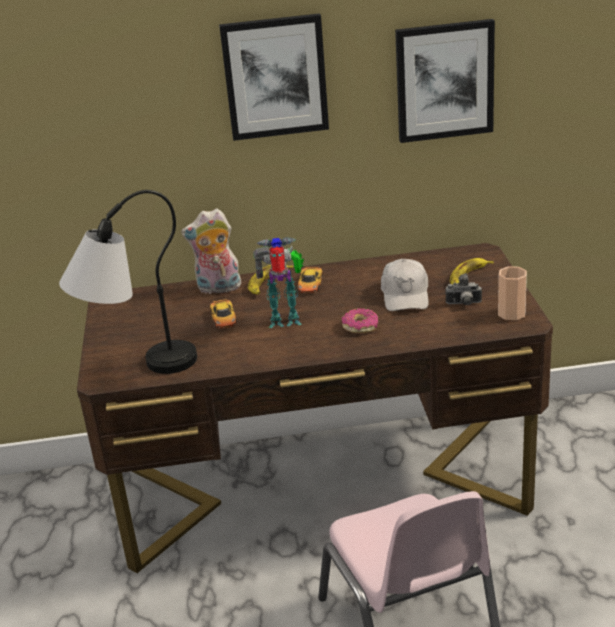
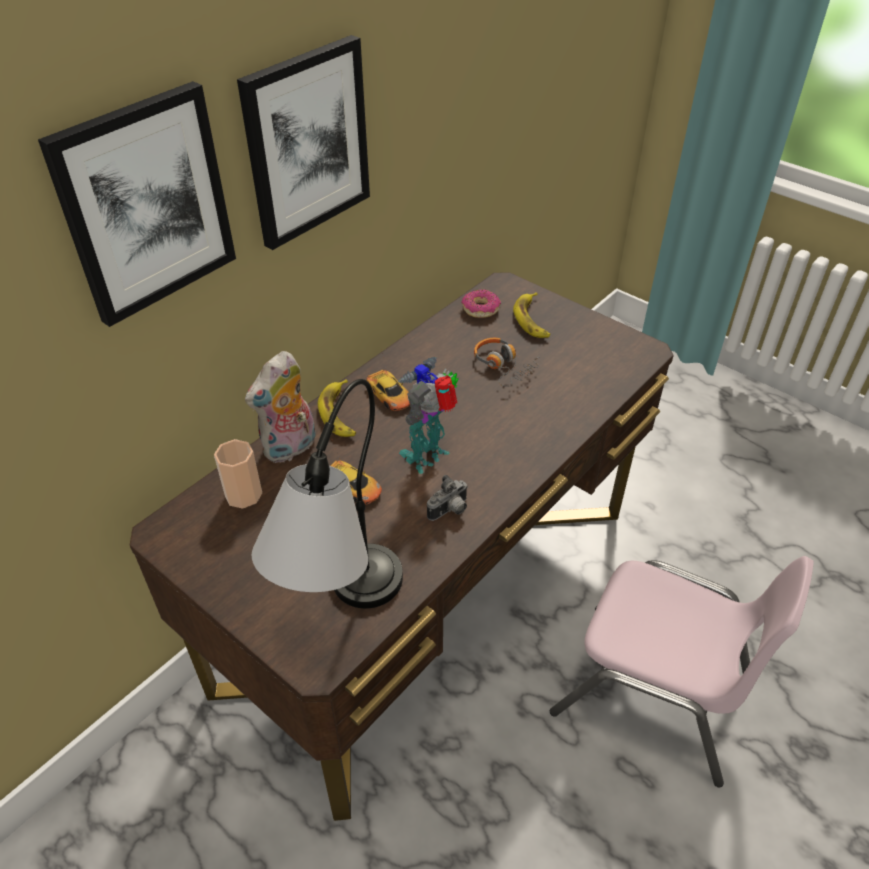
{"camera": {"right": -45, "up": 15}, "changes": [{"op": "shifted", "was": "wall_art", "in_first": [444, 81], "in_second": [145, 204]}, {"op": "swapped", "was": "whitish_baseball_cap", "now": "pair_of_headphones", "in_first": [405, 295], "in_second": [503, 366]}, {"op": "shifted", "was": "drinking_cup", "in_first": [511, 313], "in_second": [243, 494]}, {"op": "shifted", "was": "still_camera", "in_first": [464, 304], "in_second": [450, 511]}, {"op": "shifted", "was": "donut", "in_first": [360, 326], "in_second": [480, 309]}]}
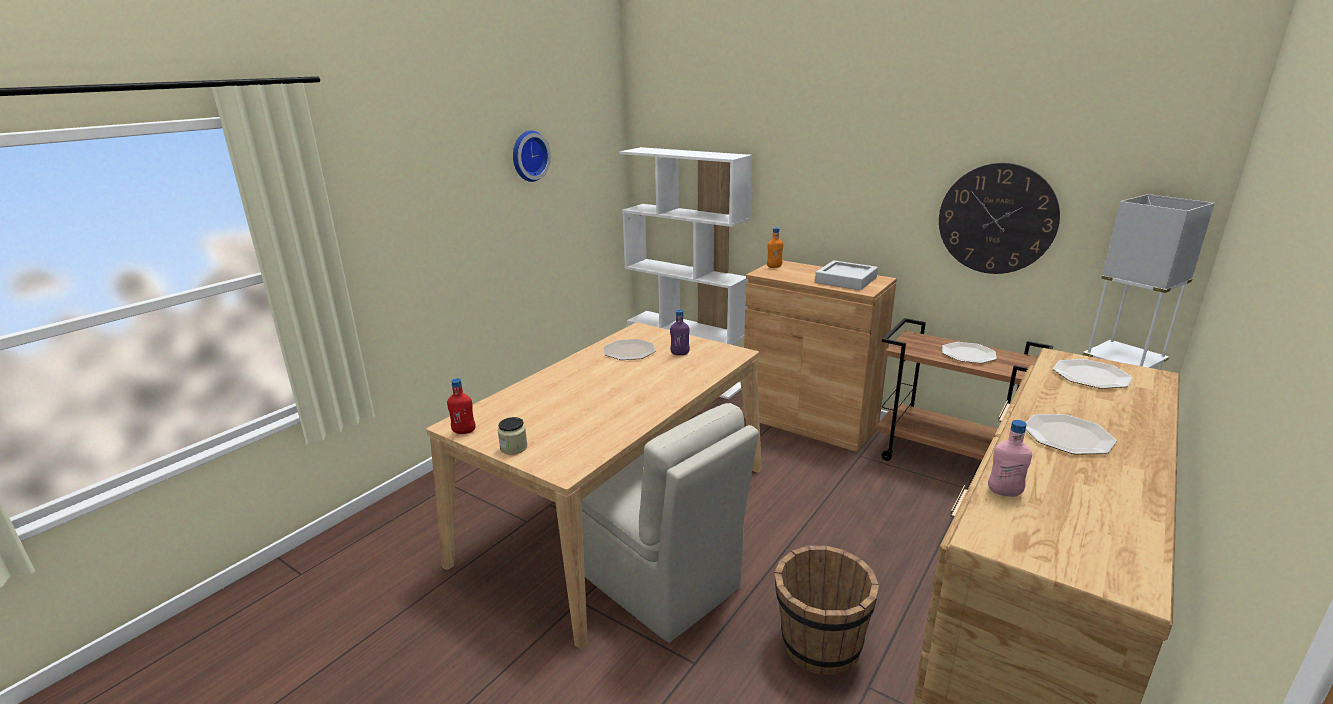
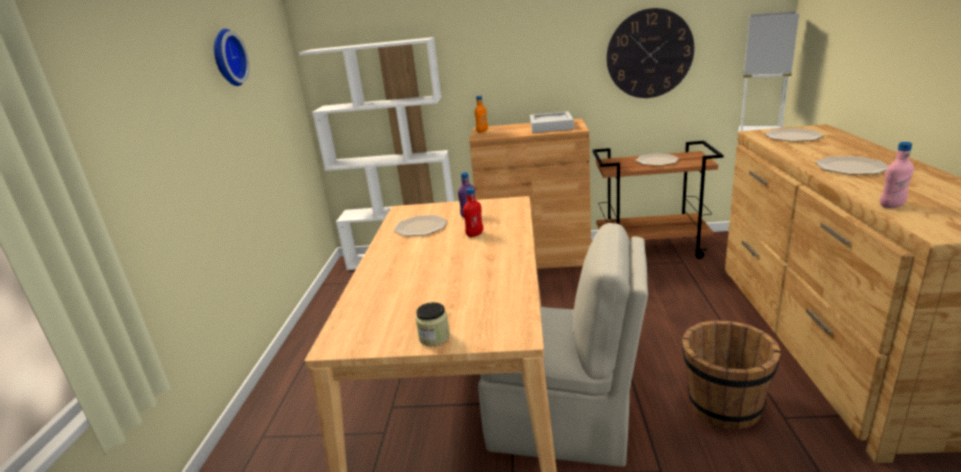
{"camera": {"right": -30, "up": 0}, "changes": [{"op": "shifted", "was": "red_drink_bottle", "in_first": [464, 431], "in_second": [474, 234]}]}
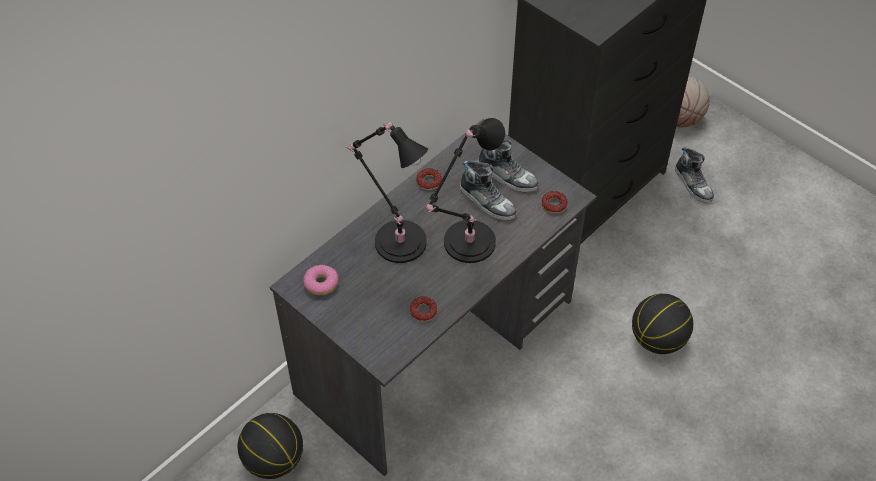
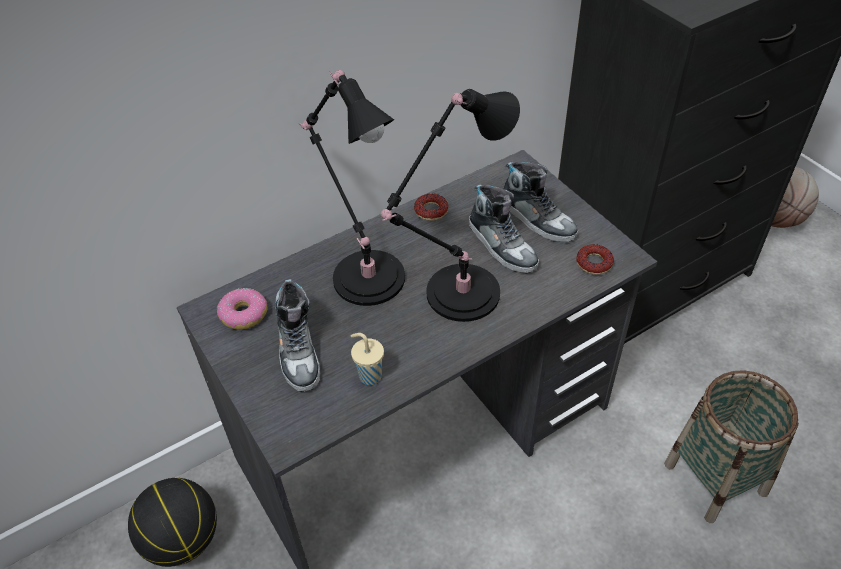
{"camera": {"right": 15, "up": -5}, "changes": [{"op": "shifted", "was": "shoe", "in_first": [693, 184], "in_second": [299, 351]}, {"op": "swapped", "was": "ball_for_basketball", "now": "storage_basket", "in_first": [657, 339], "in_second": [715, 478]}, {"op": "swapped", "was": "donut", "now": "beige-coloured_drinking_cup", "in_first": [423, 311], "in_second": [369, 376]}]}
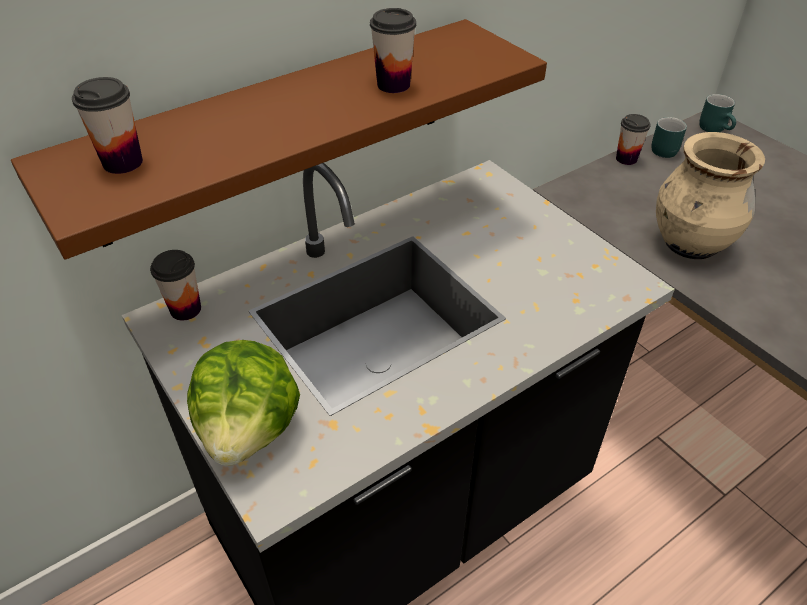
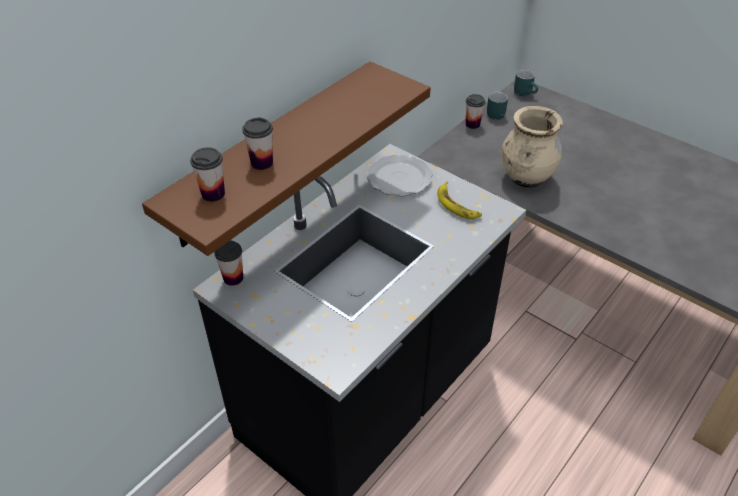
{"camera": {"right": -15, "up": 0}, "changes": [{"op": "shifted", "was": "drinking_cup", "in_first": [393, 85], "in_second": [262, 163]}, {"op": "gone", "was": "head_of_lettuce", "in_first": [251, 428]}, {"op": "new", "now": "plate", "in_second": [399, 178]}, {"op": "new", "now": "whole_banana", "in_second": [457, 205]}]}
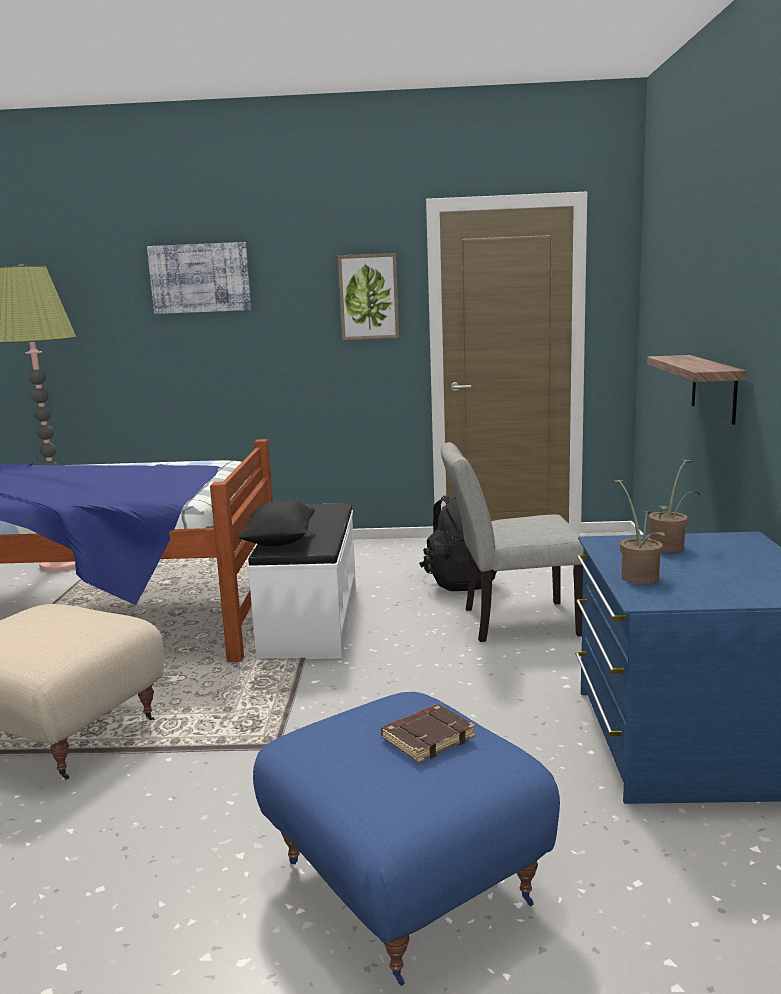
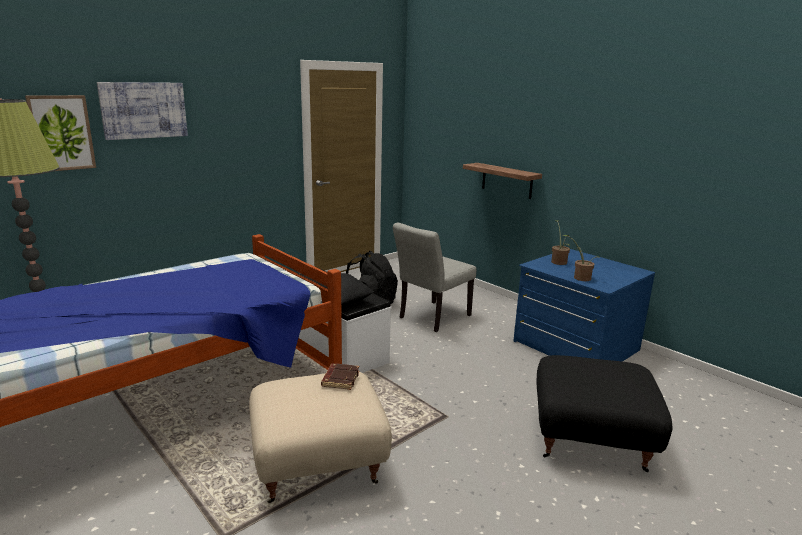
{"camera": {"right": -45, "up": 5}, "changes": [{"op": "shifted", "was": "wall_art", "in_first": [368, 297], "in_second": [61, 133]}, {"op": "repainted", "was": "bluish_footrest", "now": "black-coloured_footrest", "in_first": [404, 883], "in_second": [589, 441]}, {"op": "shifted", "was": "brown_book", "in_first": [428, 738], "in_second": [340, 379]}]}
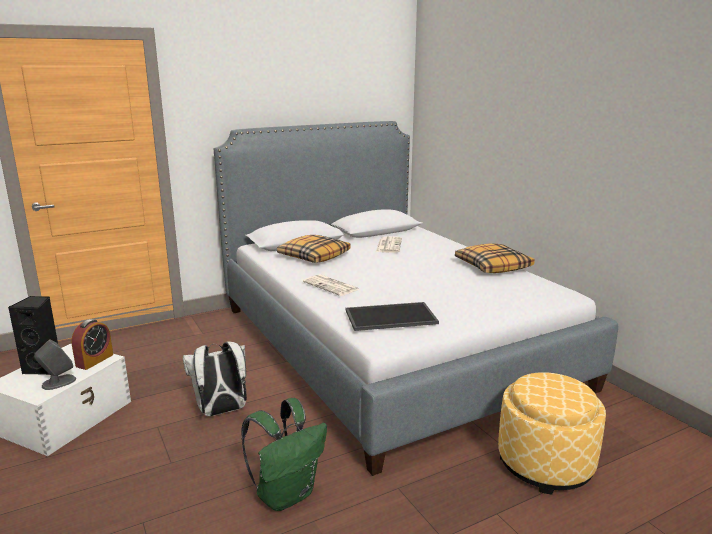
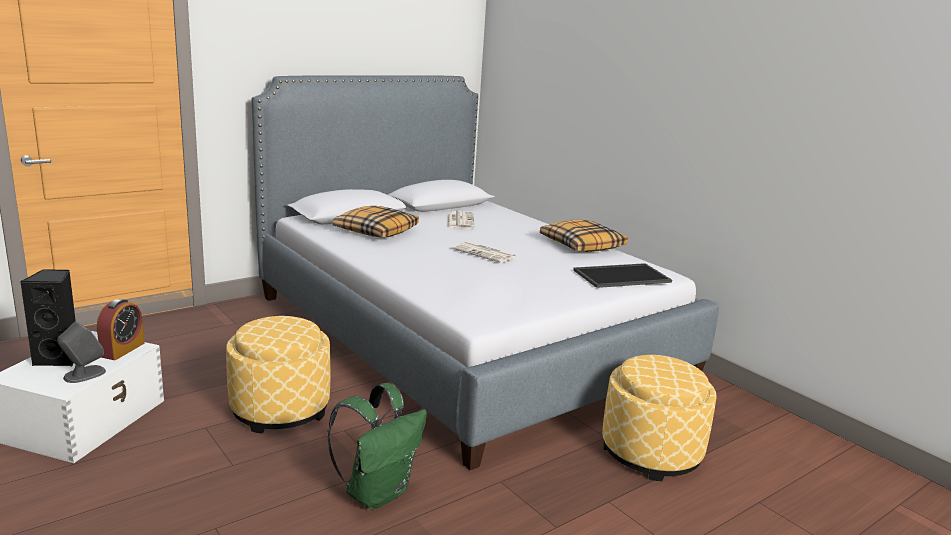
{"camera": {"right": -10, "up": 0}, "changes": [{"op": "shifted", "was": "printed_paper", "in_first": [332, 286], "in_second": [485, 253]}, {"op": "shifted", "was": "serving_tray", "in_first": [390, 317], "in_second": [621, 277]}, {"op": "swapped", "was": "whitish_backpack", "now": "footrest", "in_first": [221, 411], "in_second": [280, 409]}]}
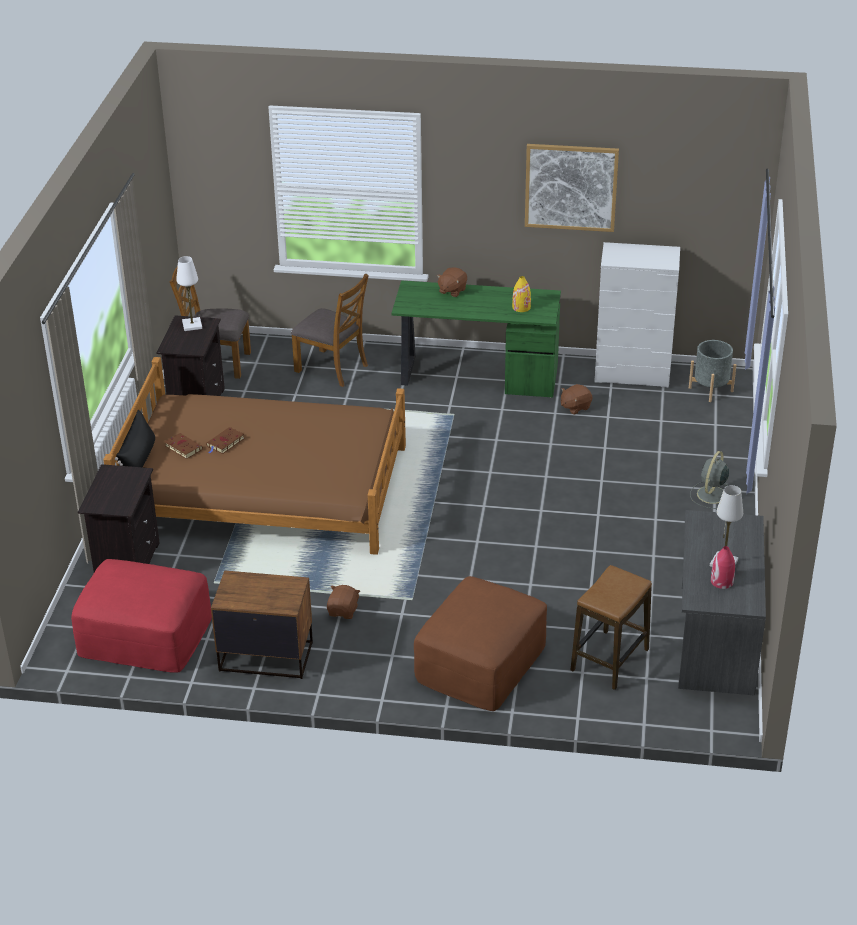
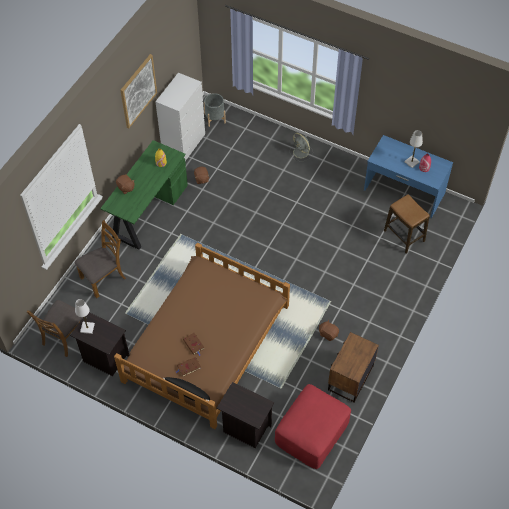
{"camera": {"right": -70, "up": 20}, "changes": [{"op": "repainted", "was": "gray_desk_table", "now": "bluish_desk_table", "in_first": [714, 638], "in_second": [404, 192]}, {"op": "gone", "was": "brown_footrest", "in_first": [481, 662]}]}
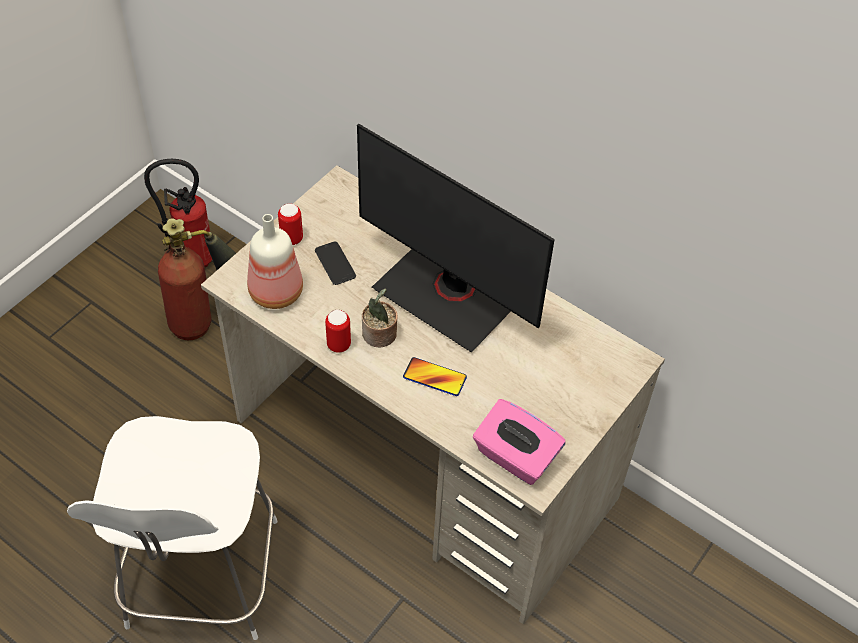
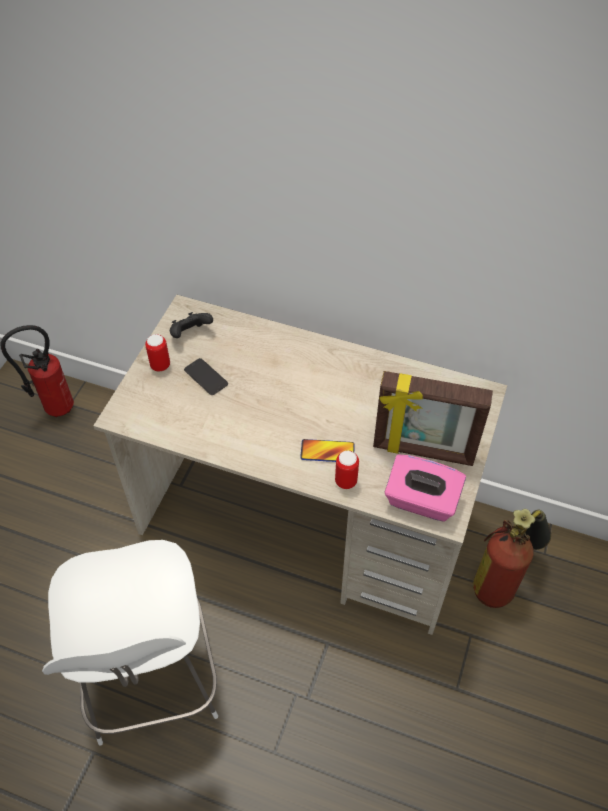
{"camera": {"right": -15, "up": 0}, "changes": [{"op": "gone", "was": "computer_display", "in_first": [448, 294]}, {"op": "gone", "was": "drink_bottle", "in_first": [274, 292]}, {"op": "shifted", "was": "fire_extinguisher", "in_first": [208, 319], "in_second": [503, 579]}, {"op": "gone", "was": "houseplant", "in_first": [380, 335]}, {"op": "shifted", "was": "sealed_can", "in_first": [339, 345], "in_second": [346, 481]}, {"op": "new", "now": "black-coloured_joypad", "in_second": [190, 334]}, {"op": "new", "now": "picture_frame", "in_second": [423, 451]}]}
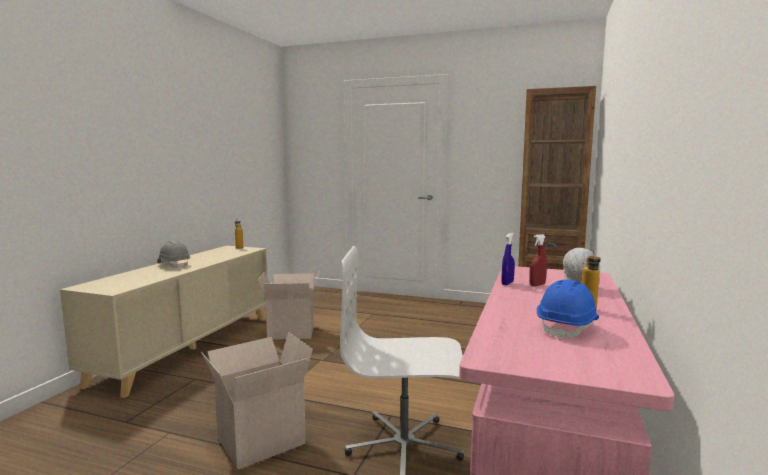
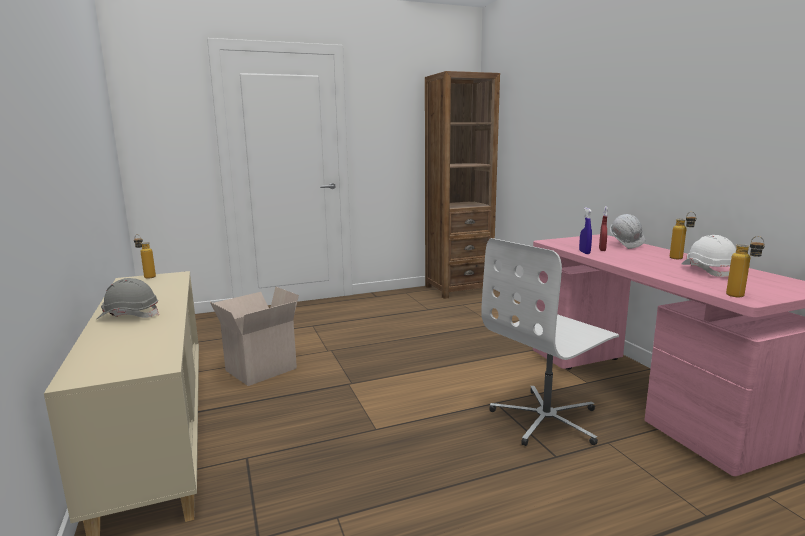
{"camera": {"right": -40, "up": 5}, "changes": [{"op": "repainted", "was": "bluish_hard_hat", "now": "whitish_hard_hat", "in_first": [567, 328], "in_second": [708, 271]}, {"op": "gone", "was": "cardboard_box", "in_first": [261, 439]}, {"op": "new", "now": "drink_bottle", "in_second": [741, 297]}]}
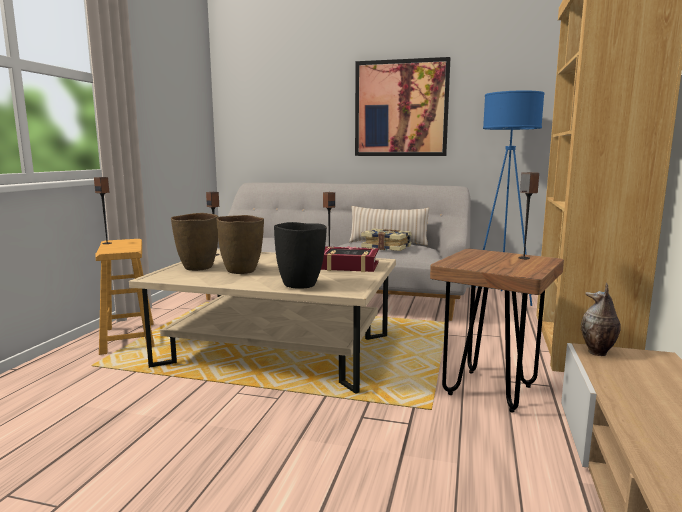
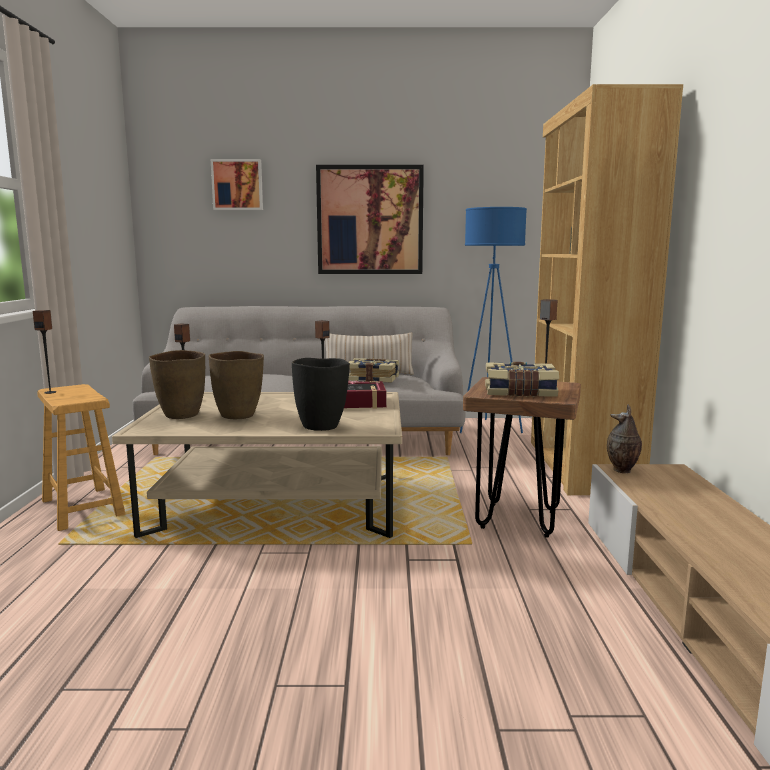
{"camera": {"right": -15, "up": 0}, "changes": [{"op": "new", "now": "wall_art", "in_second": [237, 185]}, {"op": "new", "now": "book", "in_second": [520, 393]}]}
